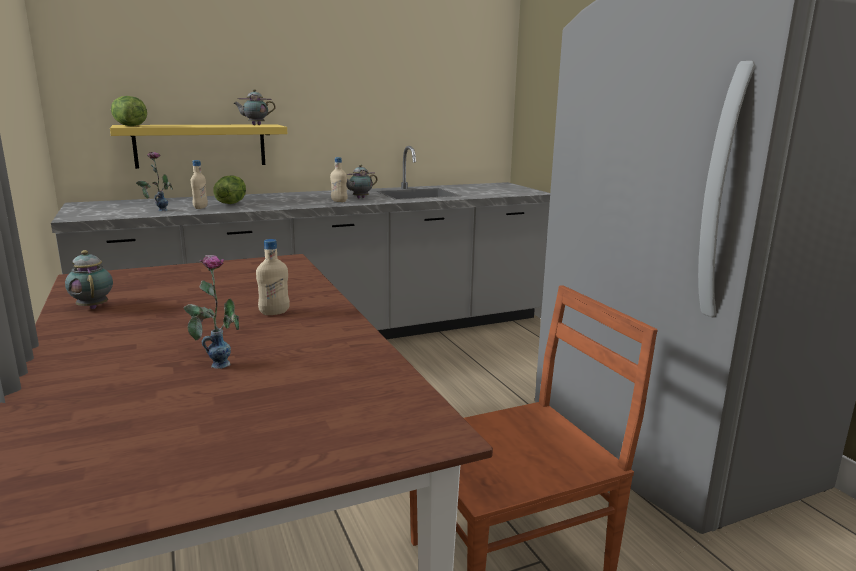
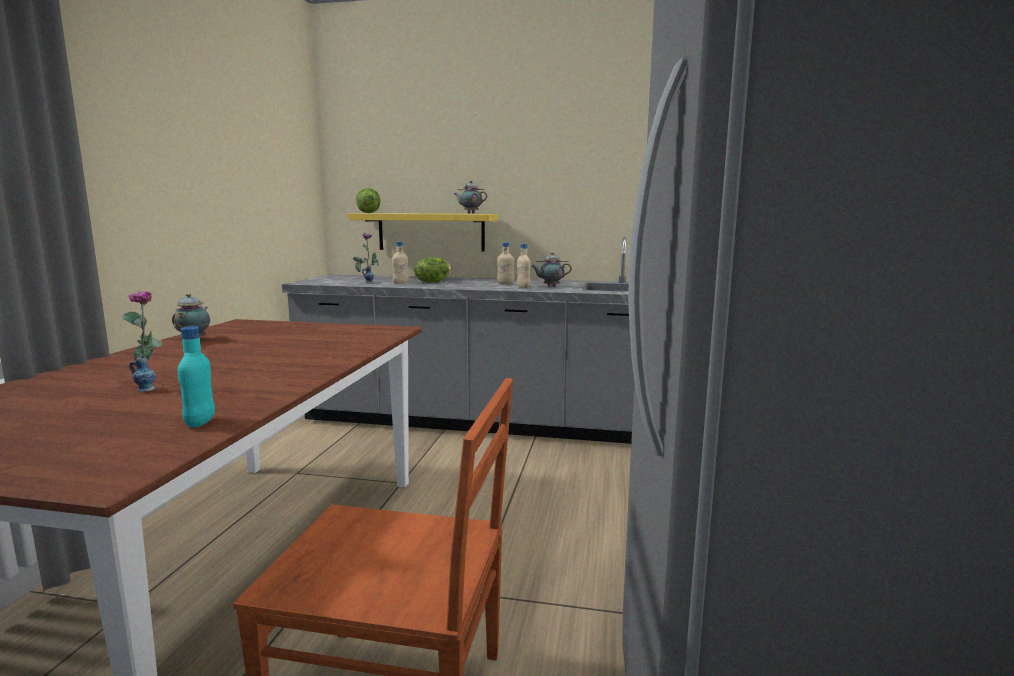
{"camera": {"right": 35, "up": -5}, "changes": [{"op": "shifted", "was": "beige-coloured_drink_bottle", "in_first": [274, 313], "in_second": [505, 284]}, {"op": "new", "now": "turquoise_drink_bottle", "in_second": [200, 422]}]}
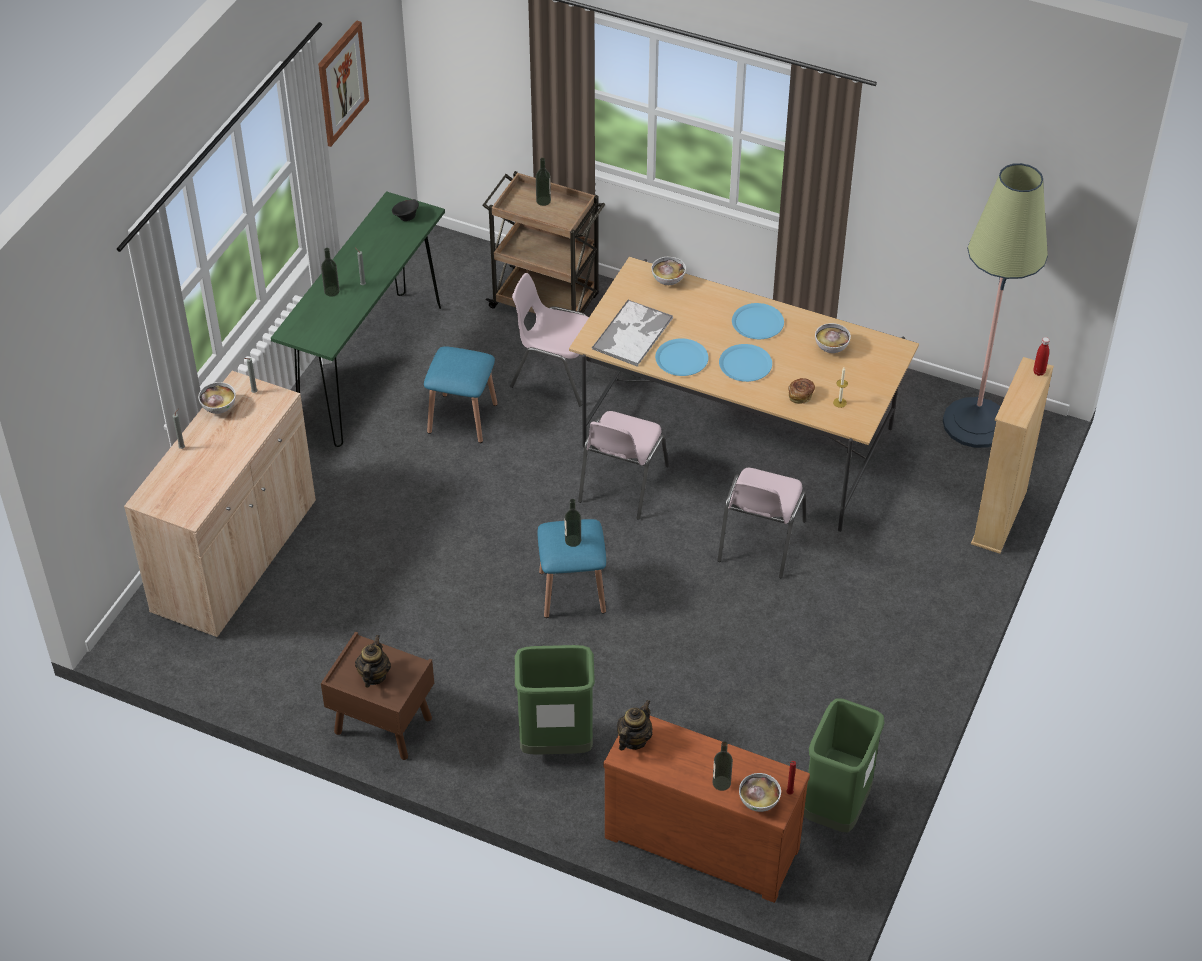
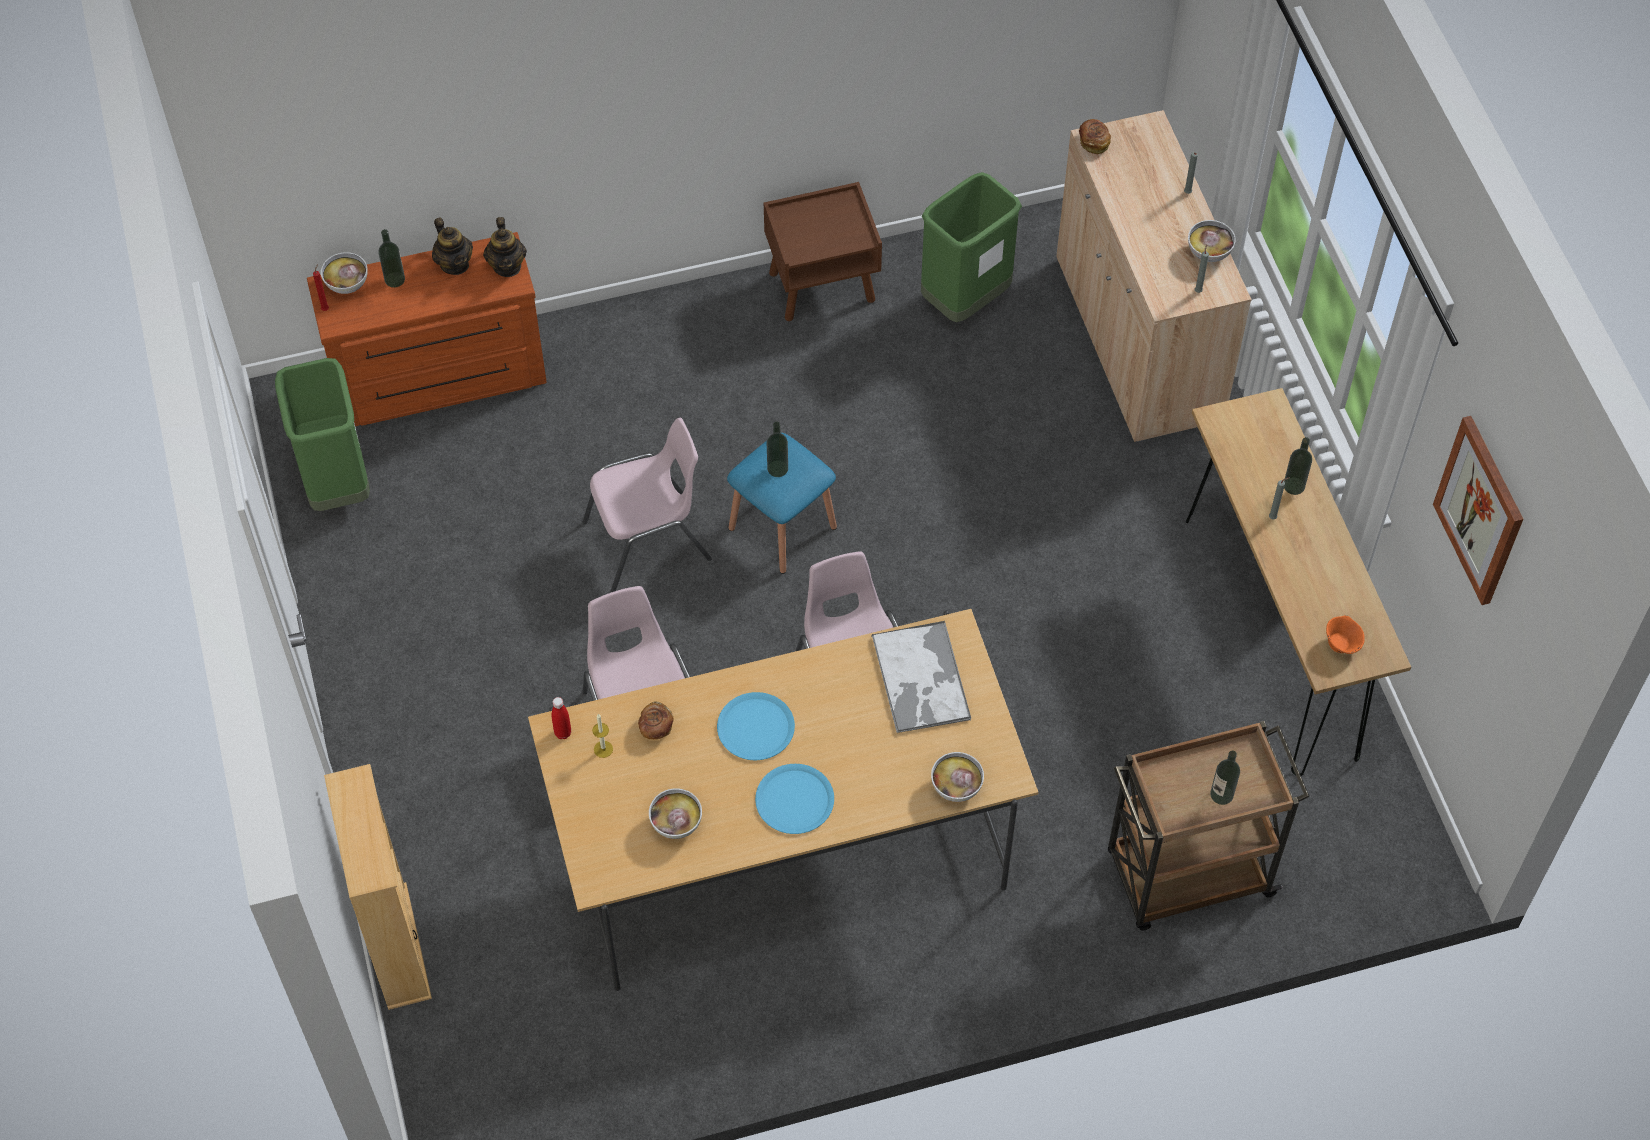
{"camera": {"right": 140, "up": 10}, "changes": [{"op": "gone", "was": "standard_lamp", "in_first": [976, 423]}, {"op": "repainted", "was": "greenish_narrow_table", "now": "brown_narrow_table", "in_first": [370, 368], "in_second": [1270, 636]}, {"op": "repainted", "was": "black-coloured_deep_dish", "now": "orangey_deep_dish", "in_first": [406, 217], "in_second": [1341, 644]}, {"op": "shifted", "was": "pinkish_chair", "in_first": [555, 374], "in_second": [649, 542]}, {"op": "shifted", "was": "red_drink_bottle", "in_first": [1039, 372], "in_second": [563, 733]}, {"op": "gone", "was": "bluish_plate", "in_first": [681, 358]}, {"op": "gone", "was": "bluish_sitting_stool", "in_first": [462, 418]}, {"op": "shifted", "was": "pot_for_tea", "in_first": [373, 676], "in_second": [455, 264]}, {"op": "shifted", "was": "greenish_rubbish_bin", "in_first": [556, 744], "in_second": [965, 300]}, {"op": "new", "now": "bread", "in_second": [1093, 142]}]}
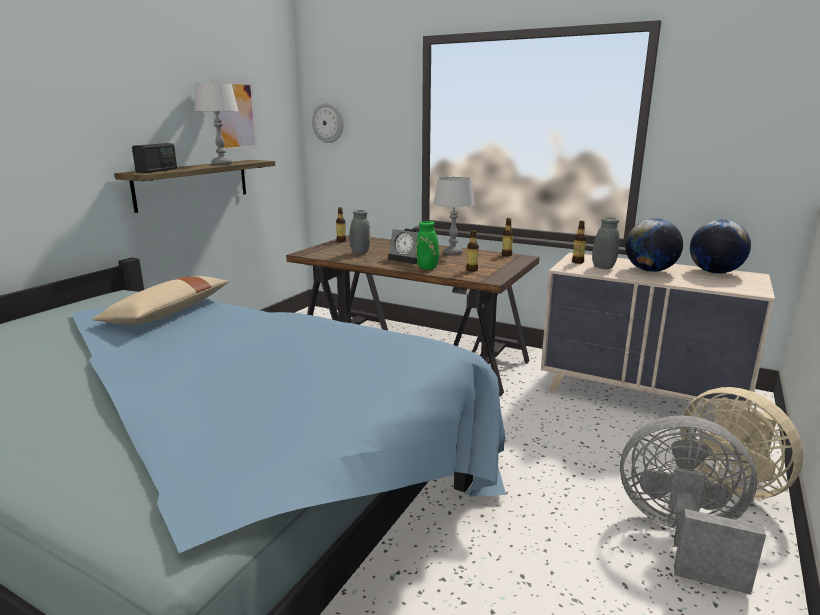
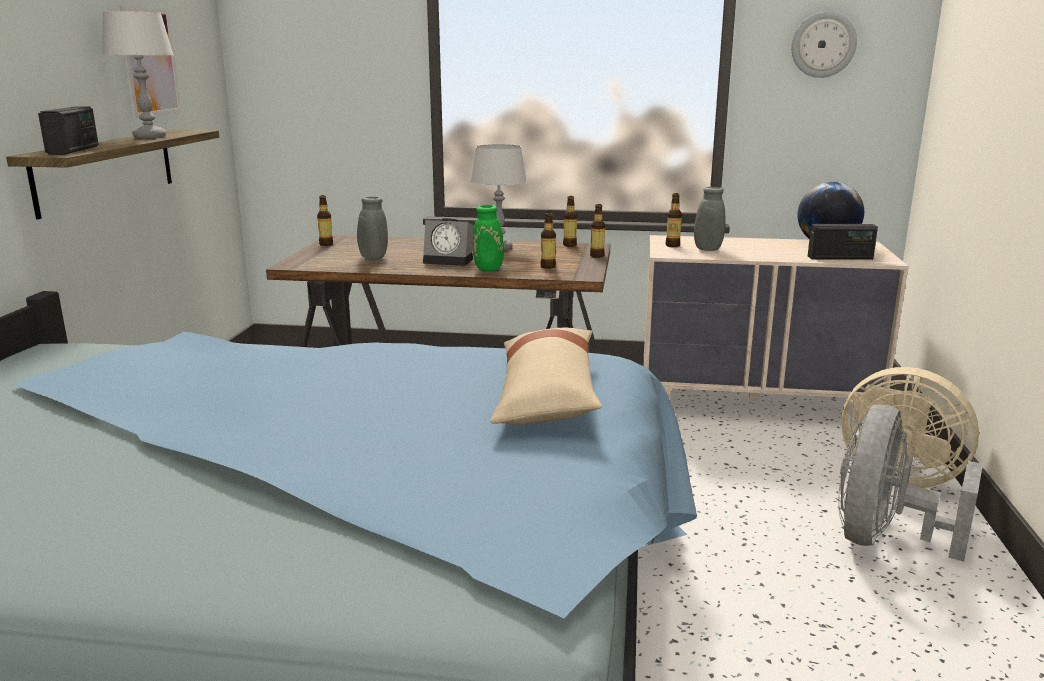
{"camera": {"right": -20, "up": 0}, "changes": [{"op": "shifted", "was": "hanging_clock", "in_first": [328, 123], "in_second": [823, 44]}, {"op": "gone", "was": "desk_globe", "in_first": [650, 271]}, {"op": "shifted", "was": "beige-coloured_pillow", "in_first": [168, 313], "in_second": [546, 395]}, {"op": "rotated", "was": "gray_electric_fan", "in_first": [681, 536], "in_second": [884, 539], "clockwise": -60}, {"op": "new", "now": "drink_bottle", "in_second": [597, 256]}, {"op": "new", "now": "radio_receiver", "in_second": [840, 258]}]}
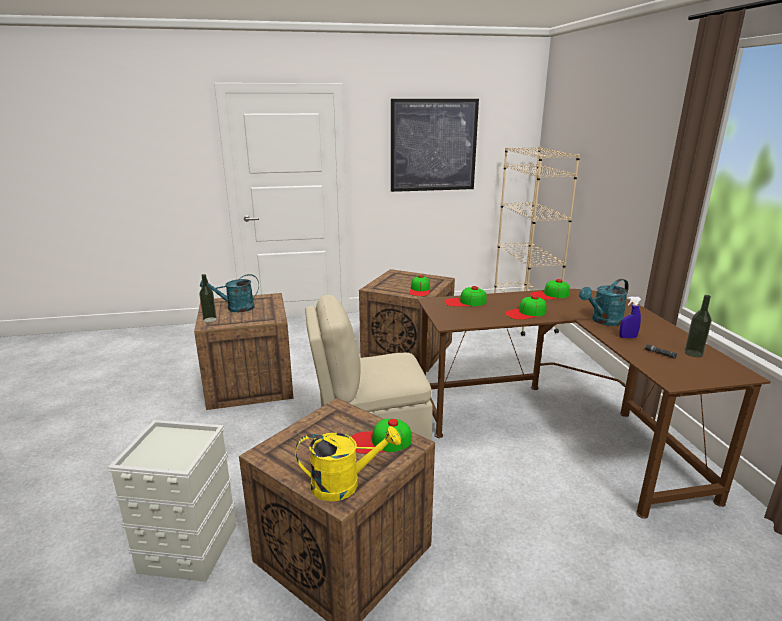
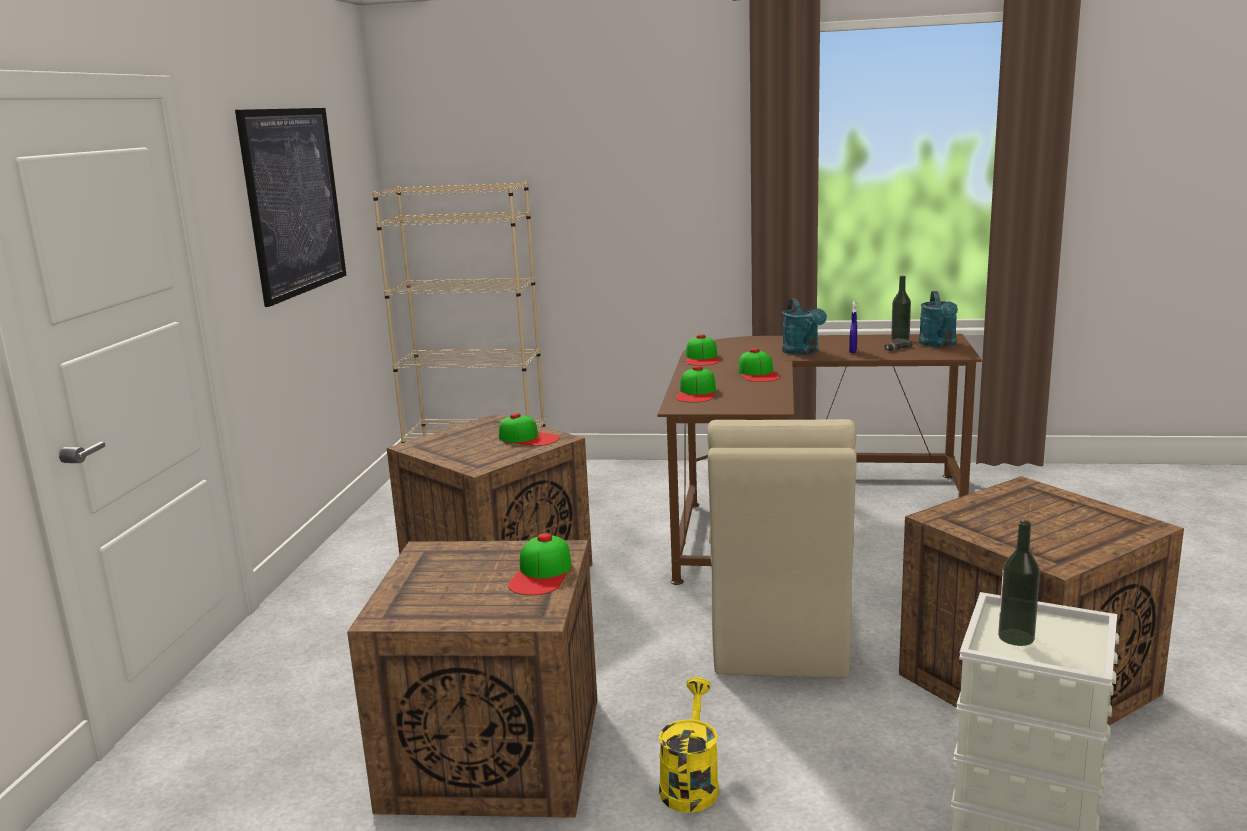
{"camera": {"right": -70, "up": -5}, "changes": [{"op": "shifted", "was": "drink_bottle", "in_first": [210, 320], "in_second": [1016, 637]}, {"op": "shifted", "was": "turquoise_watering_can", "in_first": [235, 308], "in_second": [939, 345]}, {"op": "shifted", "was": "baseball_cap", "in_first": [380, 441], "in_second": [541, 574]}, {"op": "shifted", "was": "yellow-coloured_watering_can", "in_first": [344, 484], "in_second": [690, 783]}]}
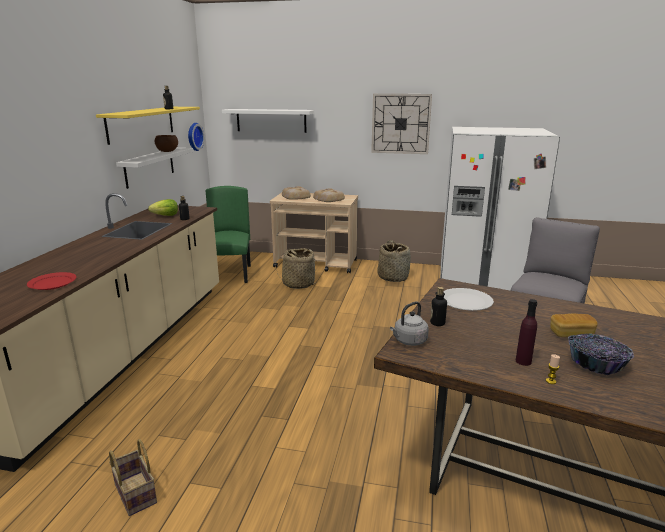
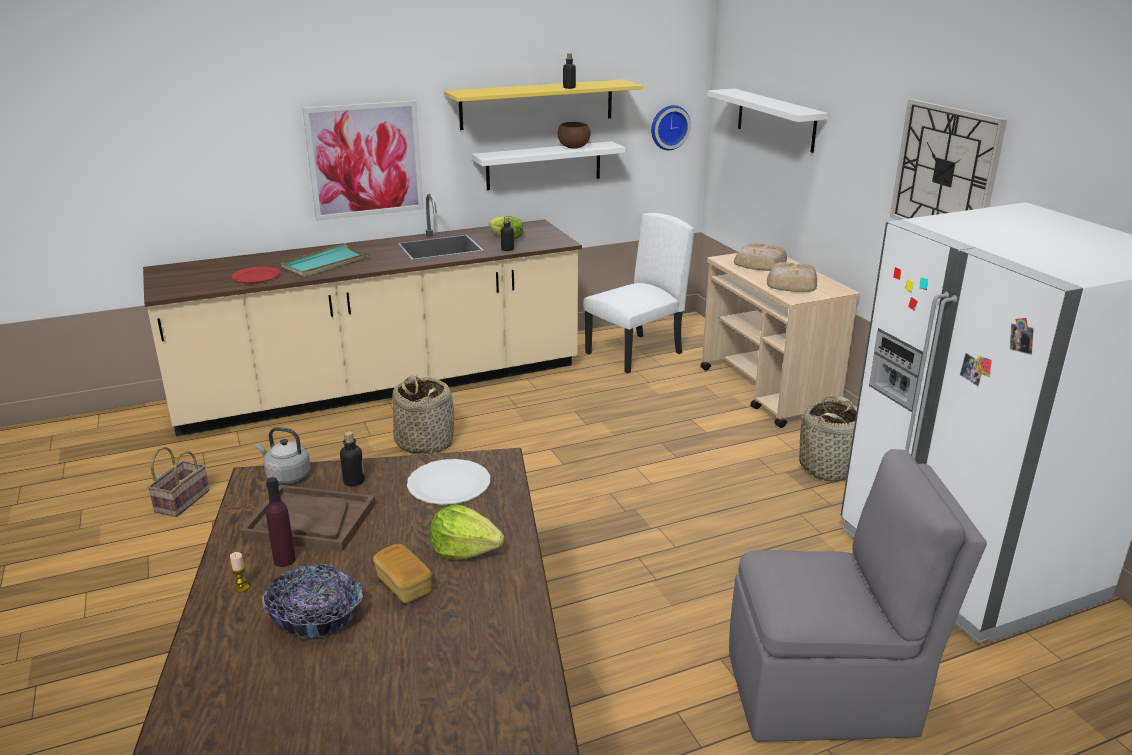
{"camera": {"right": 55, "up": 5}, "changes": [{"op": "repainted", "was": "greenish_chair", "now": "whitish_chair", "in_first": [230, 274], "in_second": [634, 353]}, {"op": "shifted", "was": "storage_basket", "in_first": [298, 284], "in_second": [425, 442]}, {"op": "new", "now": "wall_art", "in_second": [365, 160]}, {"op": "new", "now": "turquoise_serving_tray", "in_second": [326, 263]}, {"op": "new", "now": "brown_serving_tray", "in_second": [310, 521]}, {"op": "new", "now": "head_of_lettuce", "in_second": [465, 549]}]}
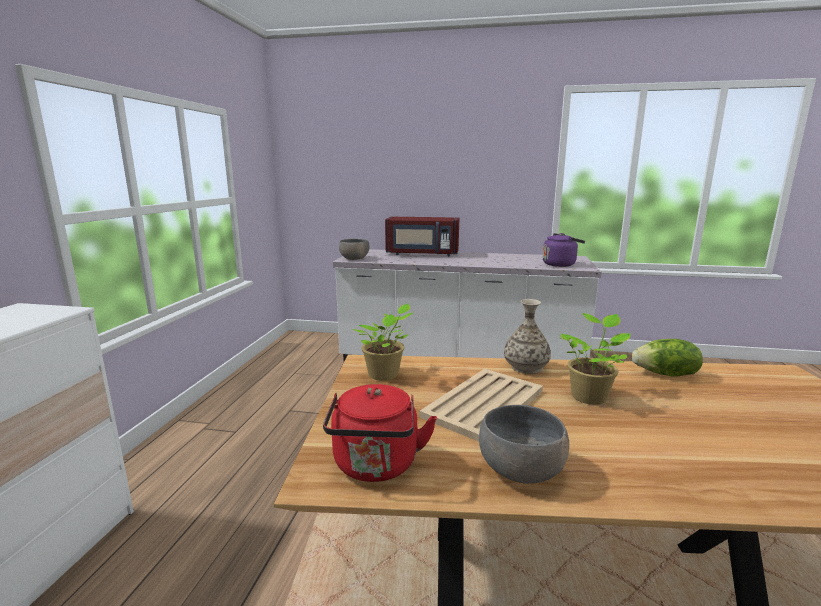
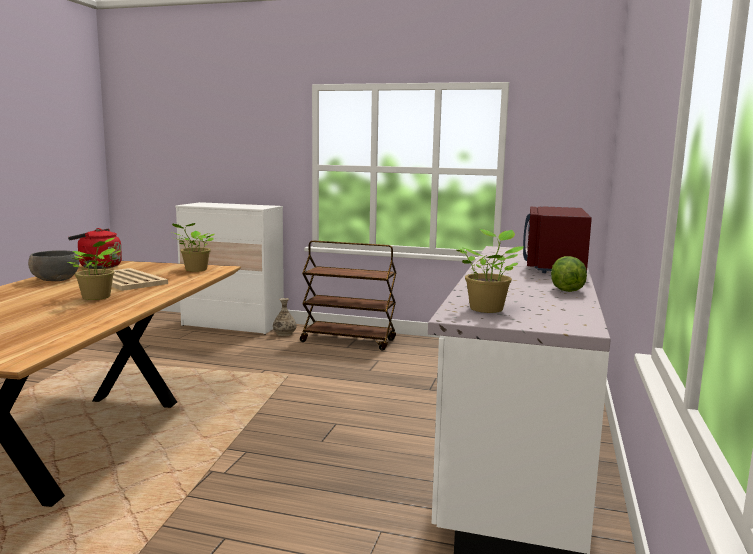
{"camera": {"right": 95, "up": -5}, "changes": [{"op": "swapped", "was": "purplish_water_kettle", "now": "houseplant", "in_first": [560, 264], "in_second": [487, 308]}, {"op": "gone", "was": "gray_deep_dish", "in_first": [354, 259]}, {"op": "shifted", "was": "flower_vase", "in_first": [526, 367], "in_second": [284, 333]}, {"op": "shifted", "was": "head_of_lettuce", "in_first": [666, 374], "in_second": [566, 290]}, {"op": "new", "now": "brown_wheeled_cart", "in_second": [349, 341]}]}
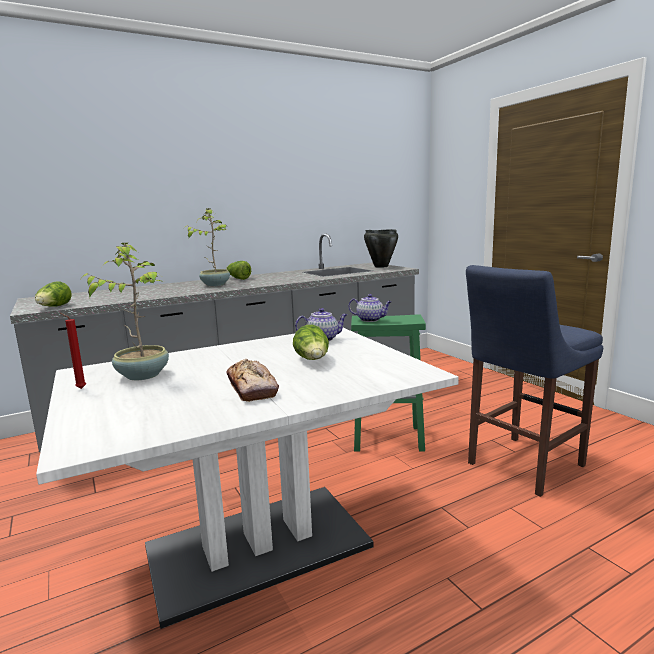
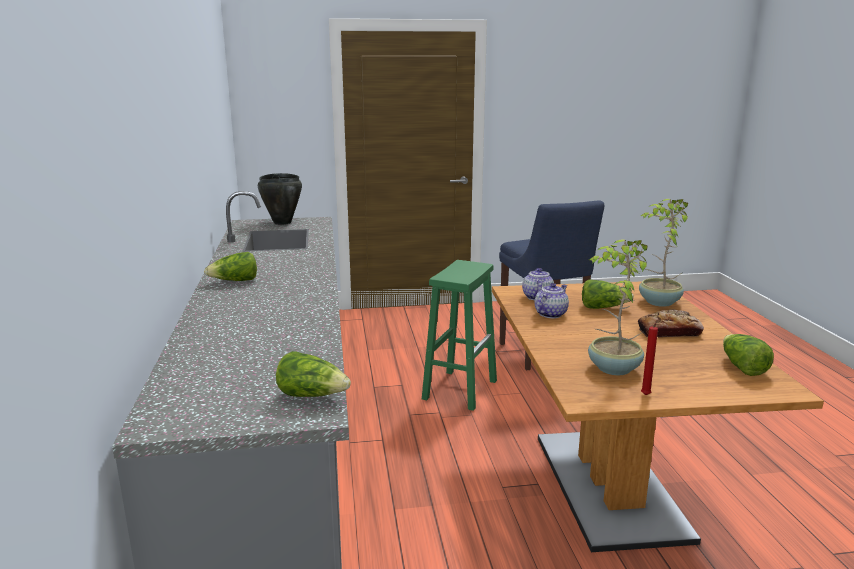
{"camera": {"right": -70, "up": 5}, "changes": [{"op": "shifted", "was": "houseplant", "in_first": [215, 284], "in_second": [658, 302]}, {"op": "shifted", "was": "pot_for_tea", "in_first": [370, 320], "in_second": [550, 314]}, {"op": "repainted", "was": "whitish_kitchen_table", "now": "brown_kitchen_table", "in_first": [258, 547], "in_second": [609, 485]}, {"op": "new", "now": "head_of_lettuce", "in_second": [742, 367]}]}
